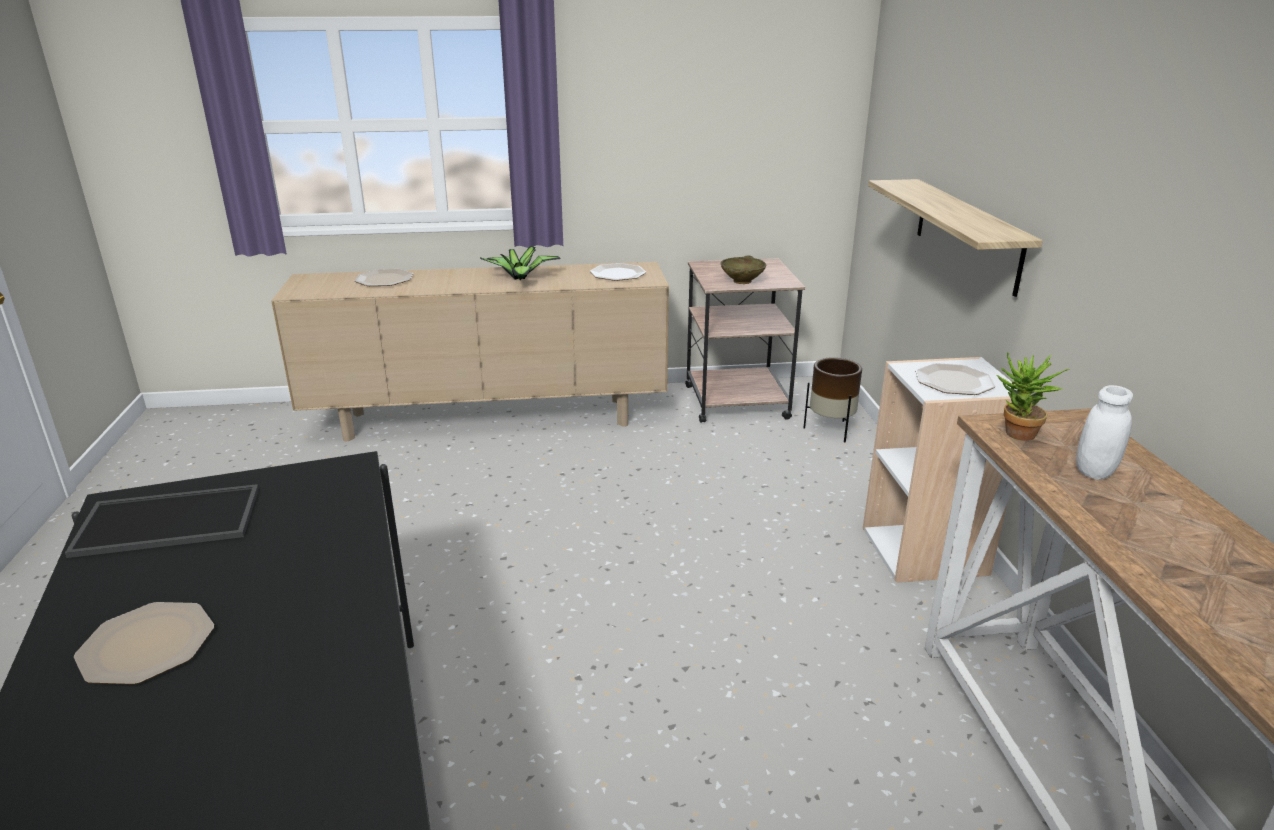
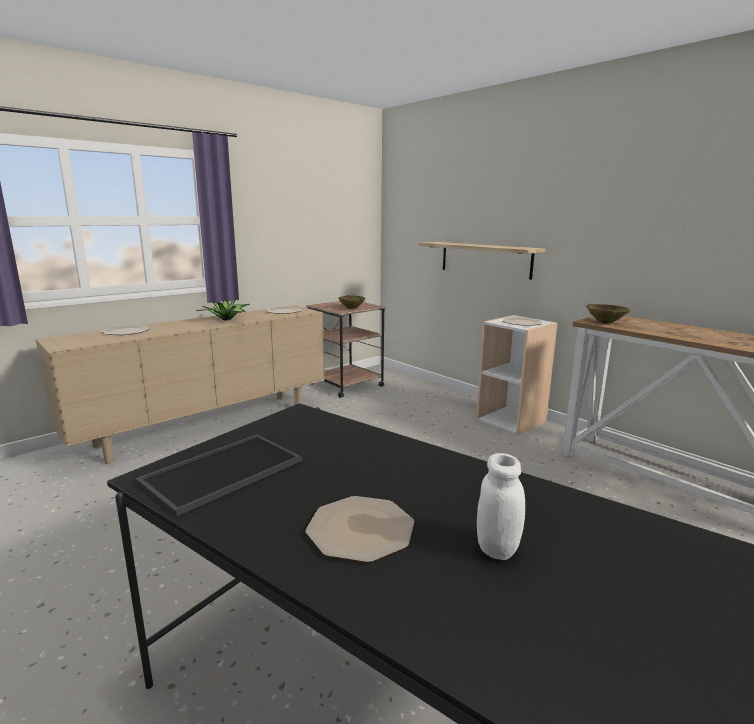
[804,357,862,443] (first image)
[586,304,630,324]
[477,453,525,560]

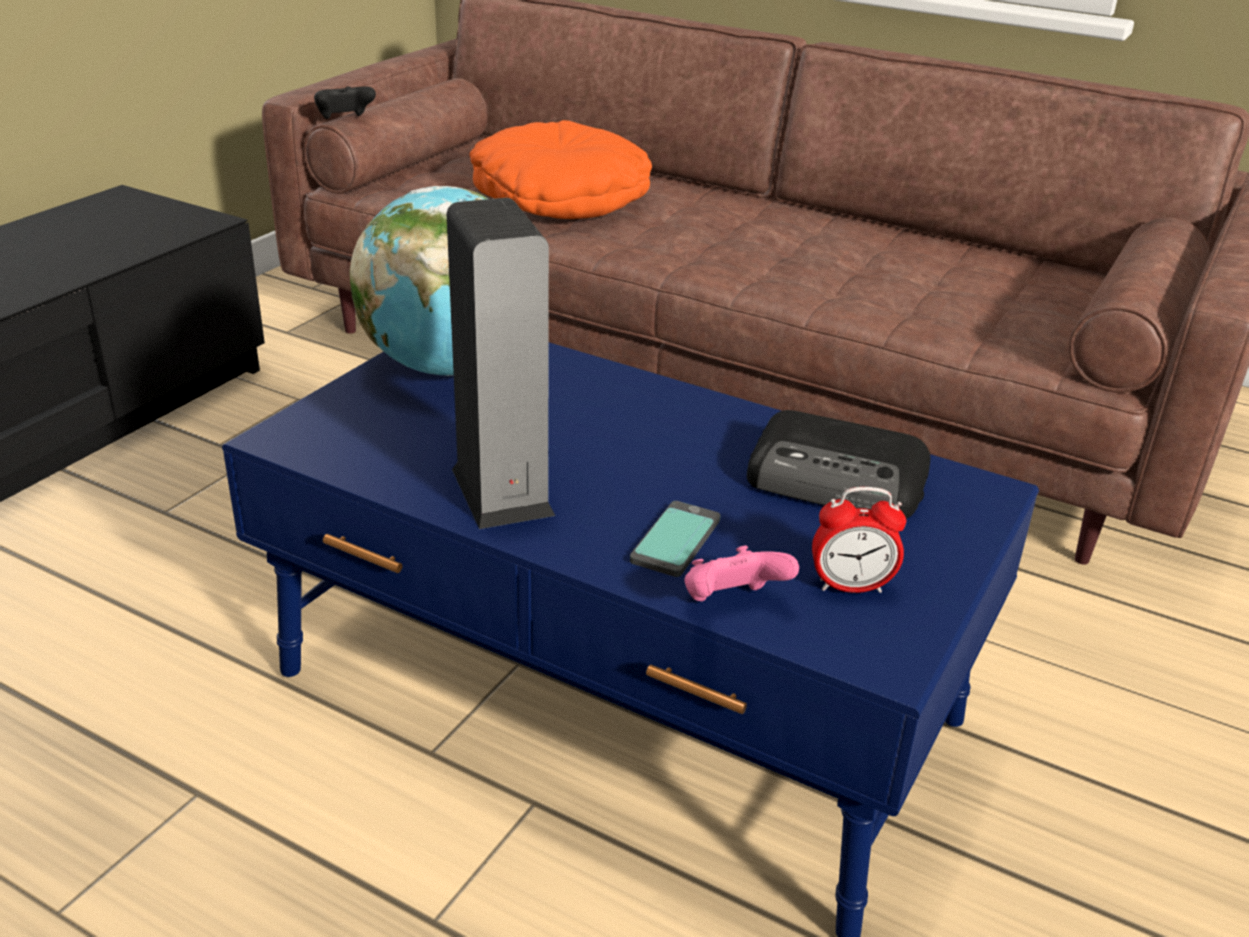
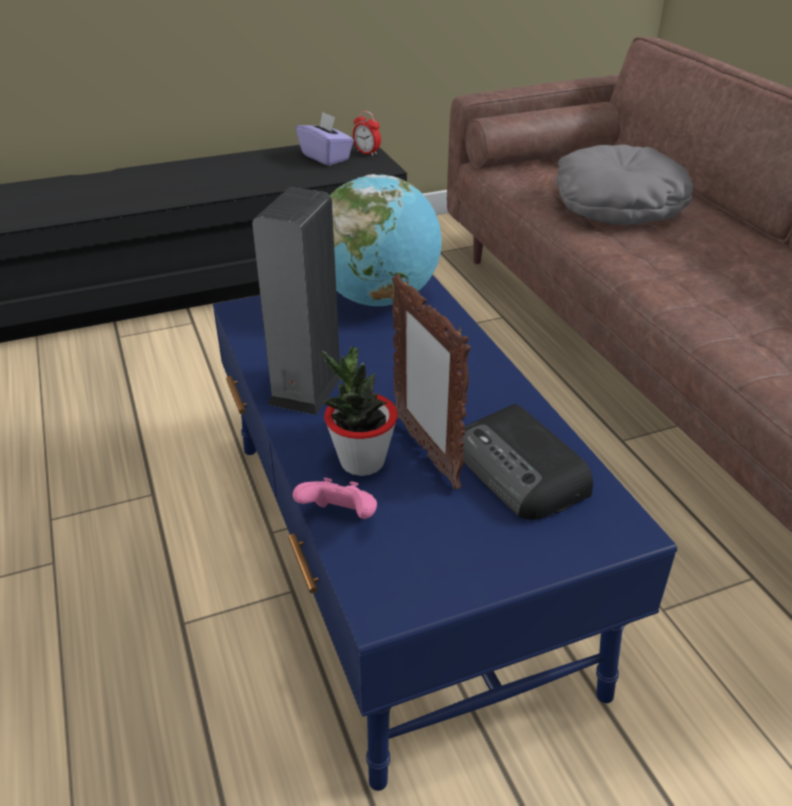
[314,86,376,119] (first image)
[556,144,693,225]
[322,346,398,476]
[353,111,381,156]
[296,112,354,166]
[392,274,471,490]

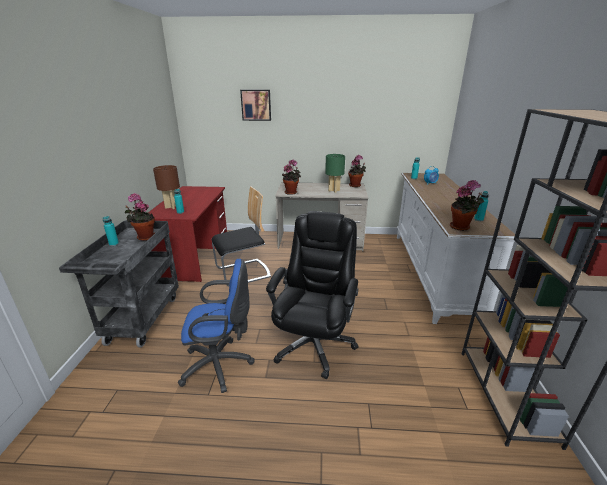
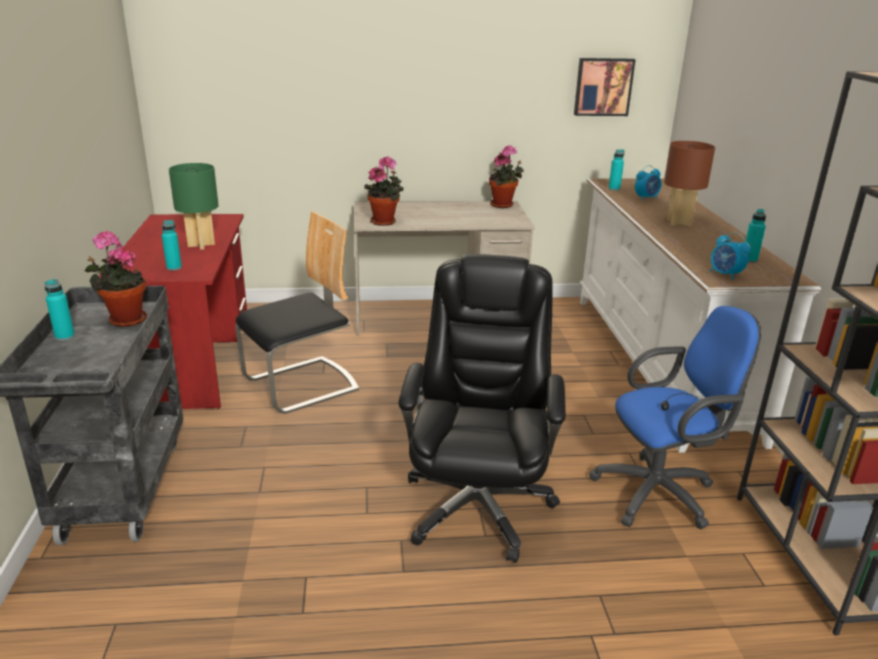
[664,141,715,226]
[589,306,761,529]
[574,58,636,116]
[169,163,219,250]
[710,232,751,280]

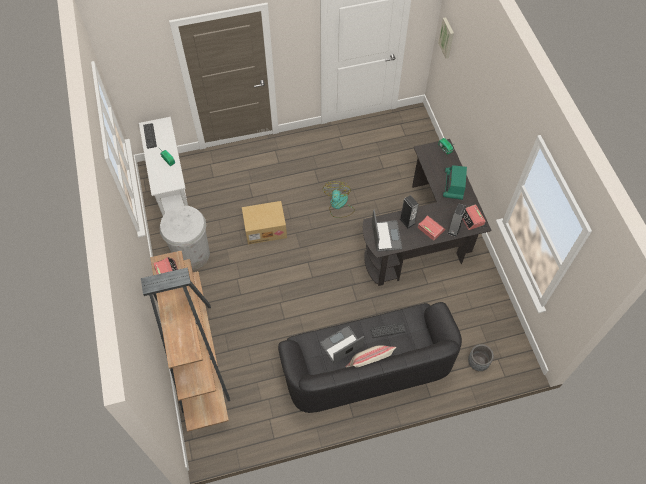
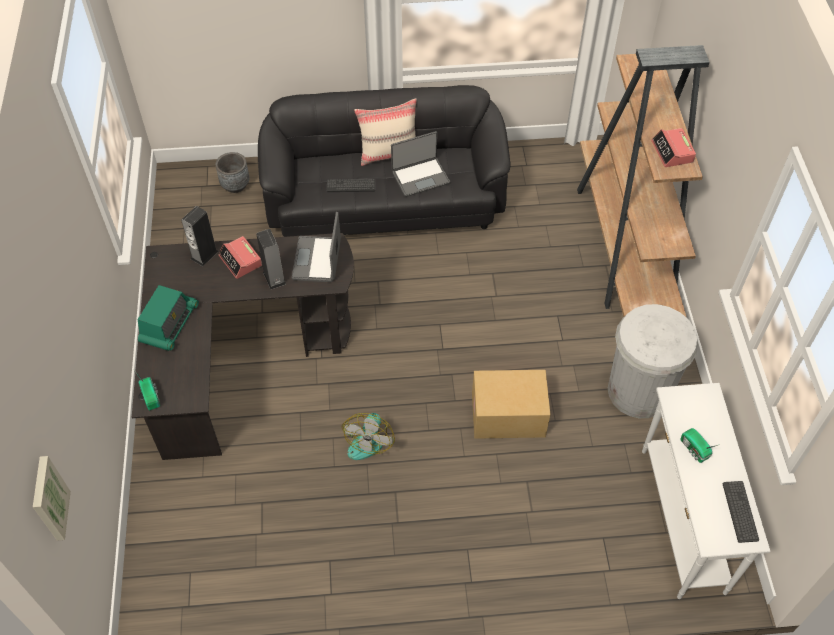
[463,205,486,230] (first image)

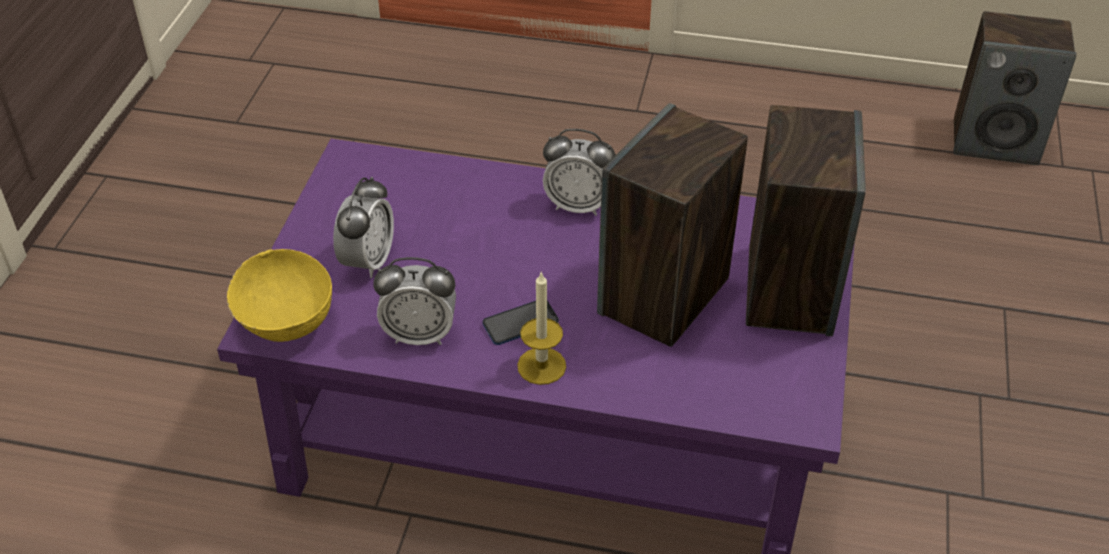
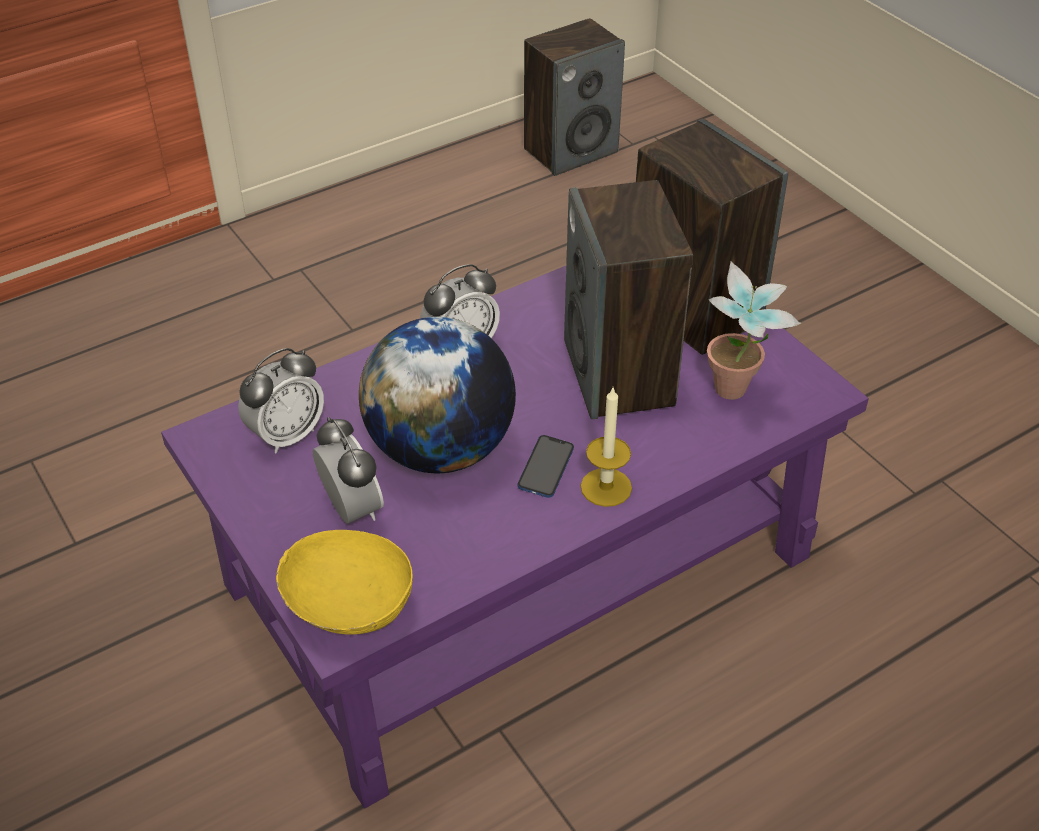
[238,348,324,454]
[359,317,516,473]
[707,262,802,400]

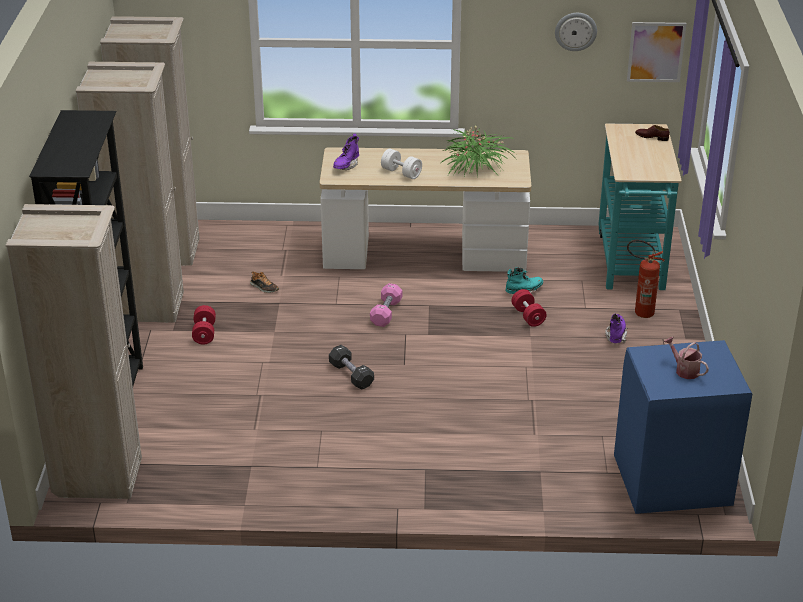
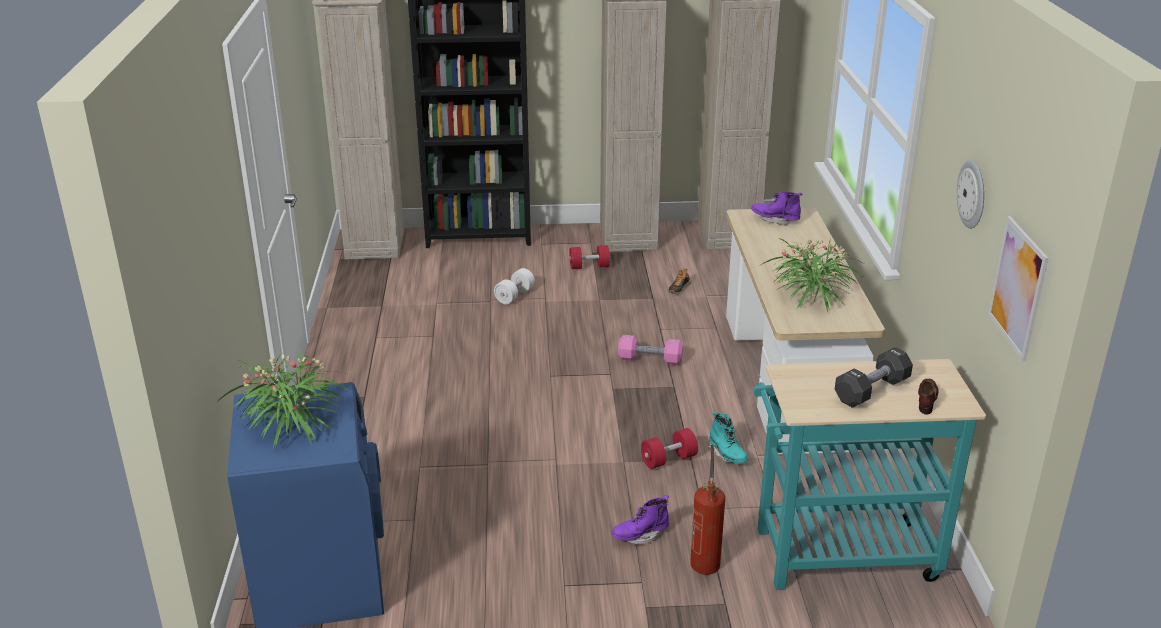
[835,347,913,408]
[494,268,535,304]
[612,495,669,544]
[217,347,349,448]

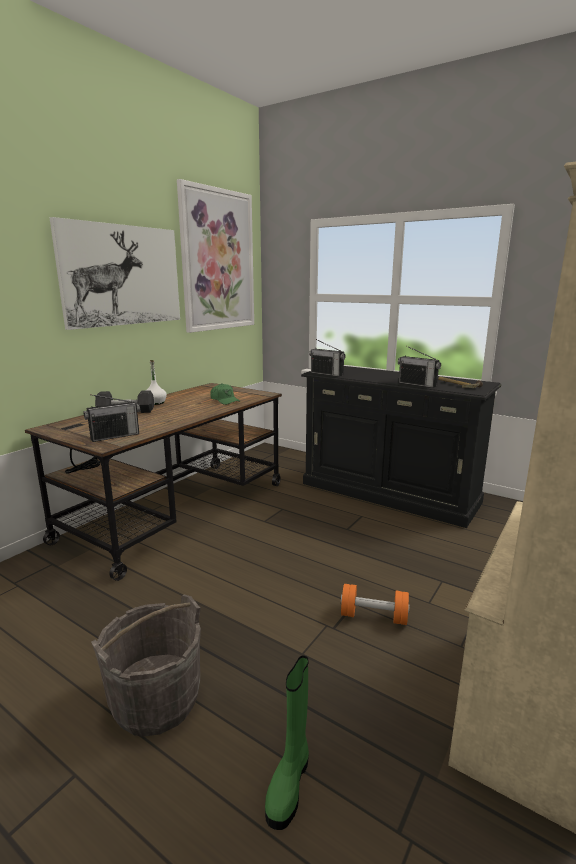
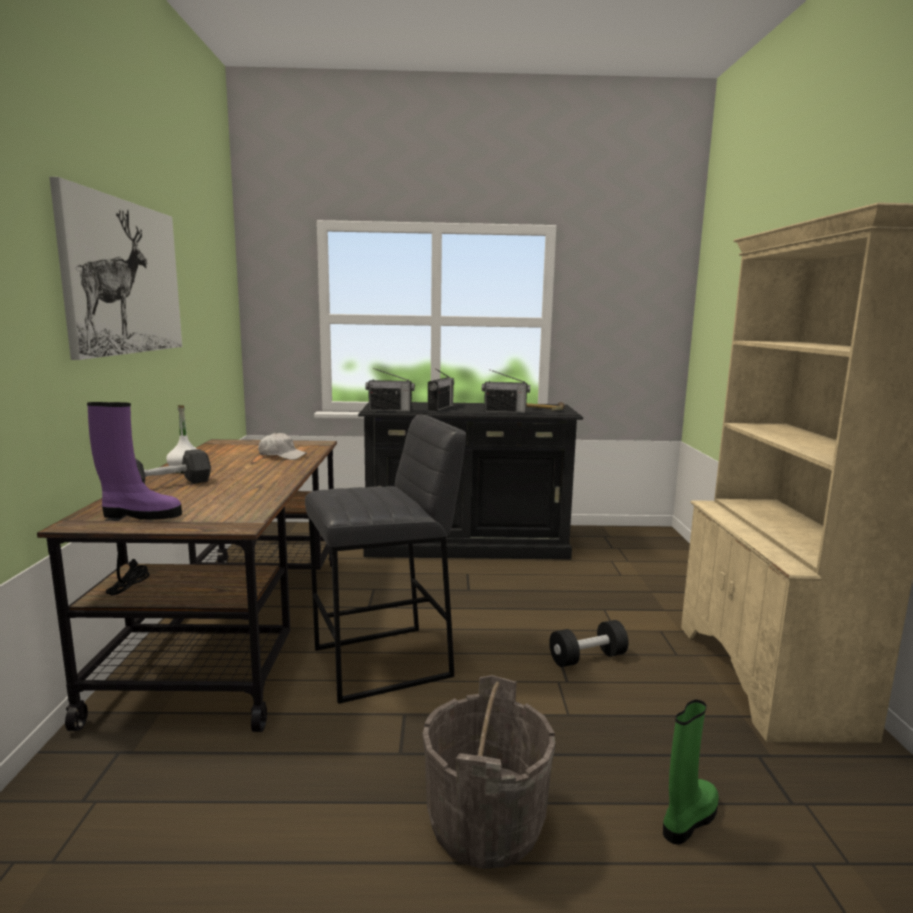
[428,368,454,411]
[177,179,254,333] (first image)
[258,432,307,460]
[663,700,719,845]
[549,620,629,667]
[87,402,182,520]
[305,414,466,704]

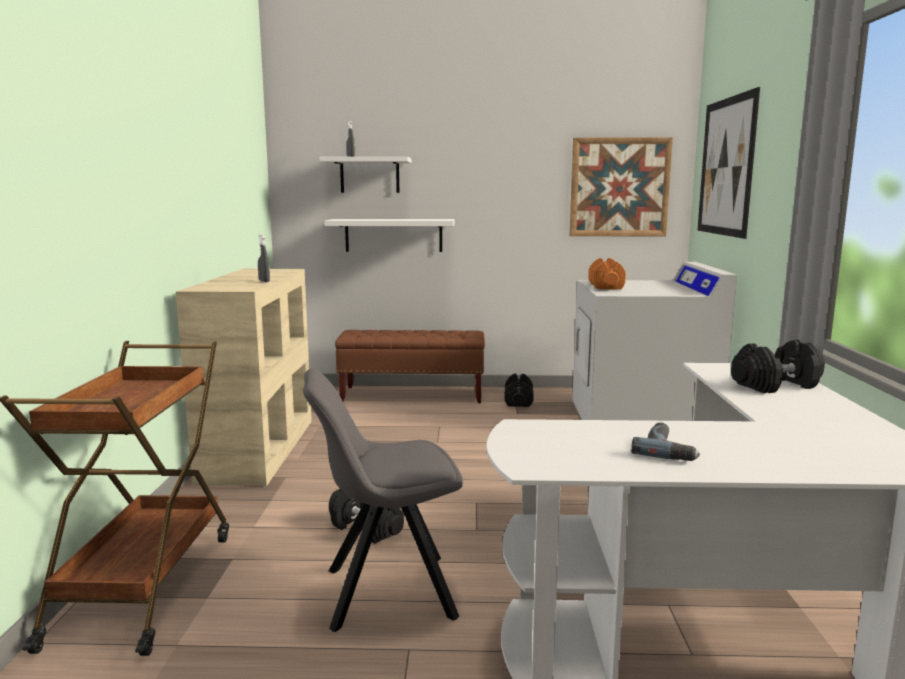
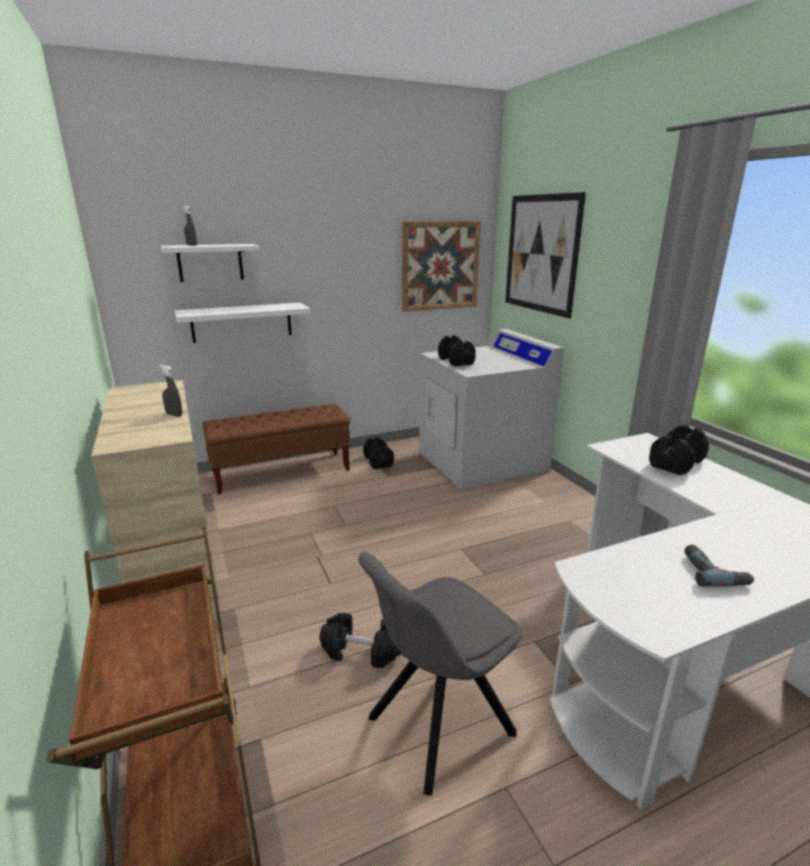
[438,335,476,366]

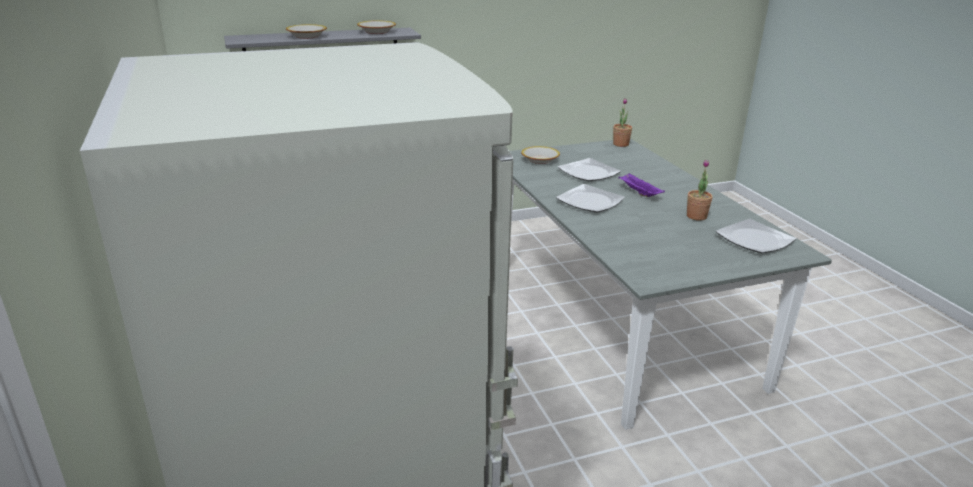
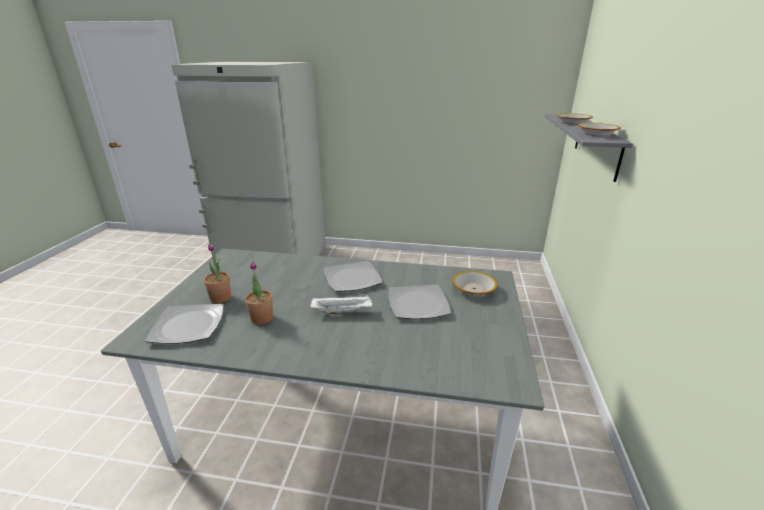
[204,244,231,303]
[310,295,372,314]

